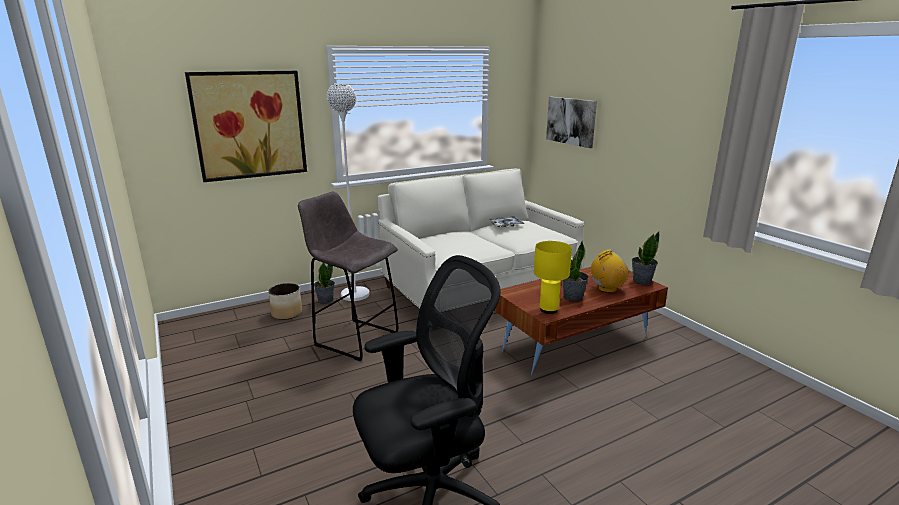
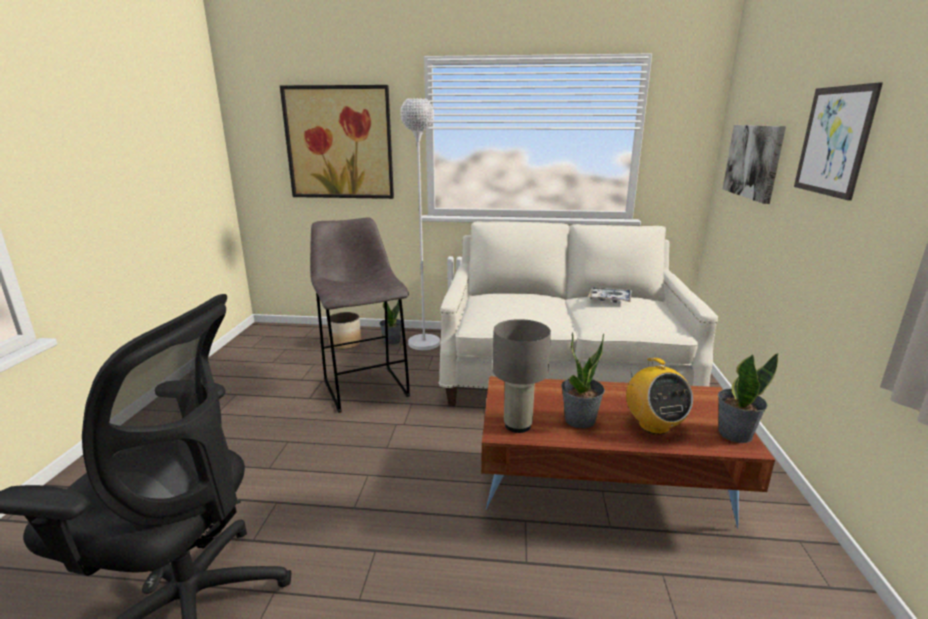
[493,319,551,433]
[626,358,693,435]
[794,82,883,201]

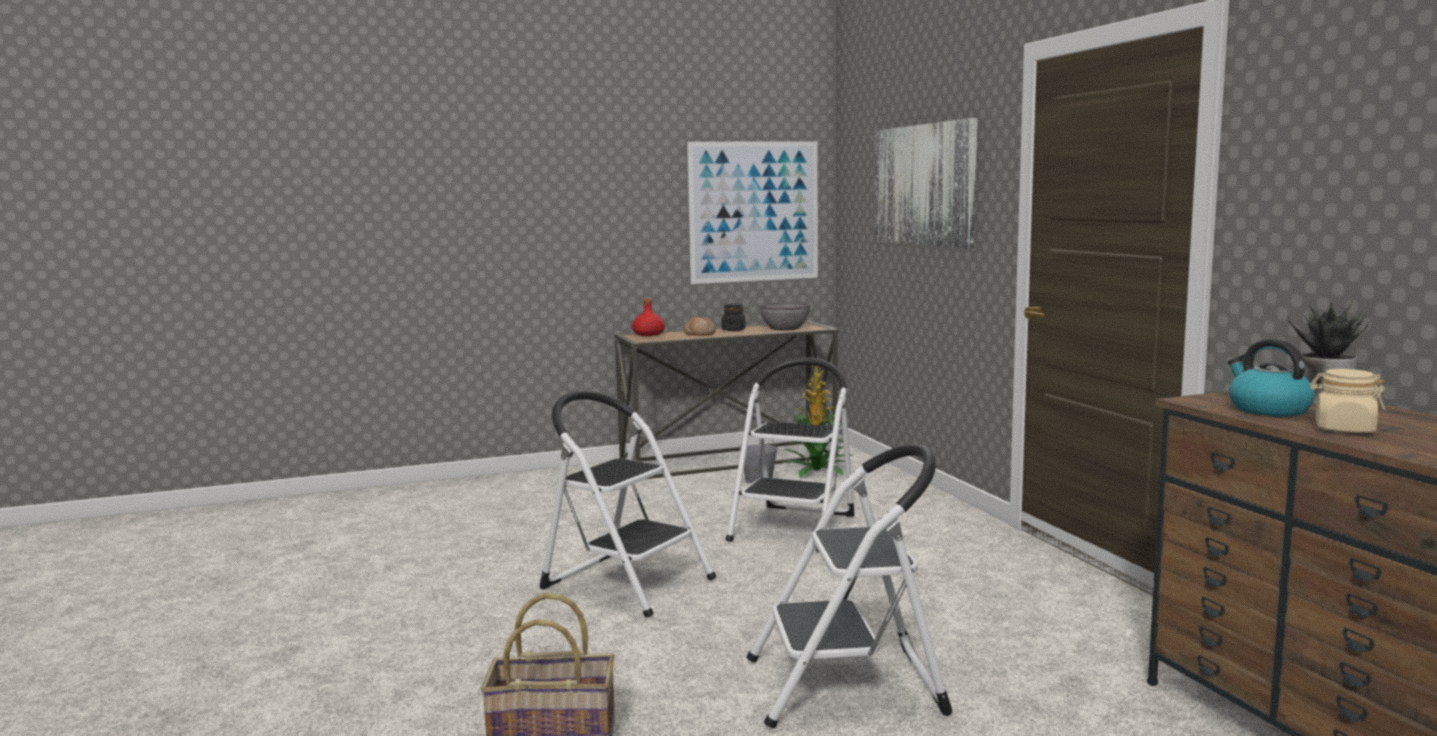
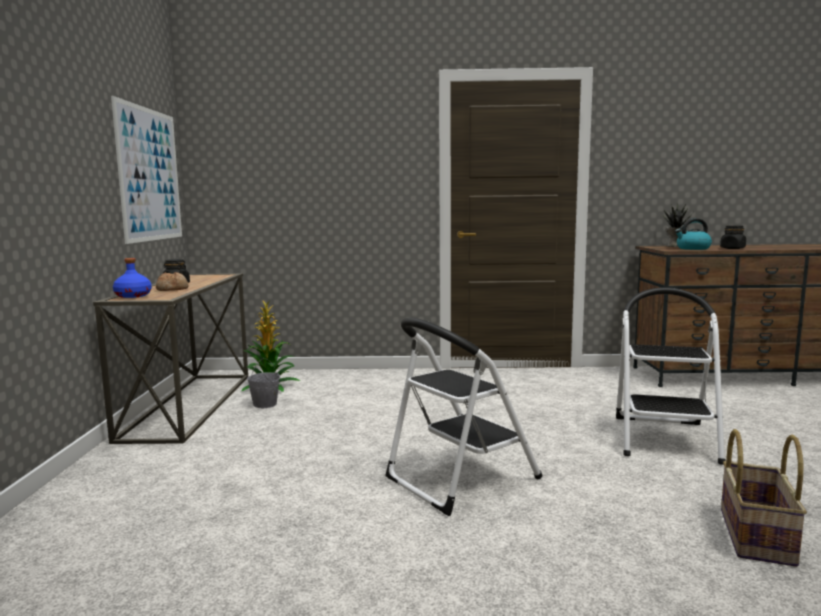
[113,258,152,298]
[726,357,854,552] (first image)
[759,302,811,330] (first image)
[874,118,977,249] (first image)
[720,225,746,249]

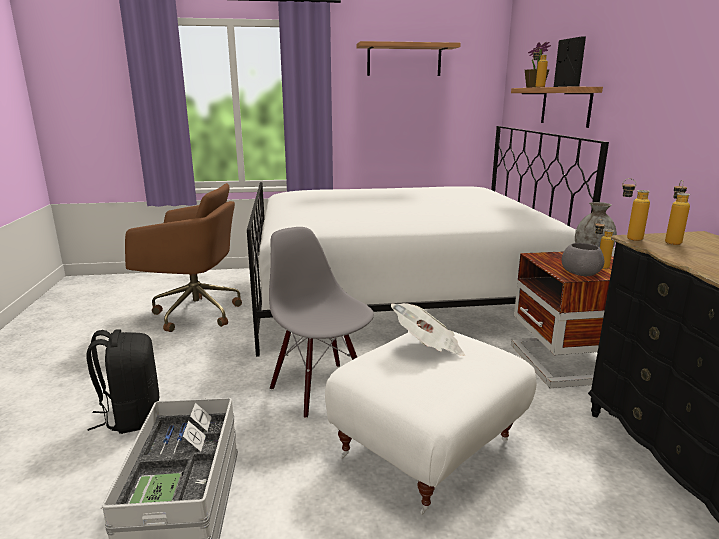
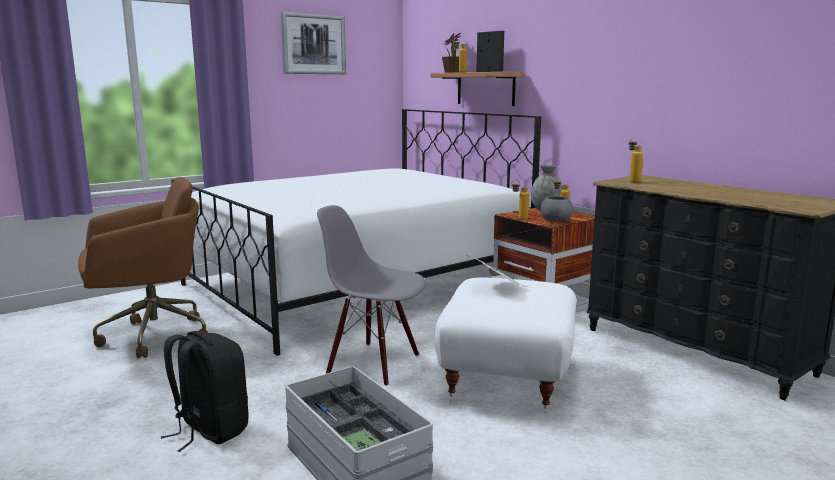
[281,12,346,74]
[512,180,529,219]

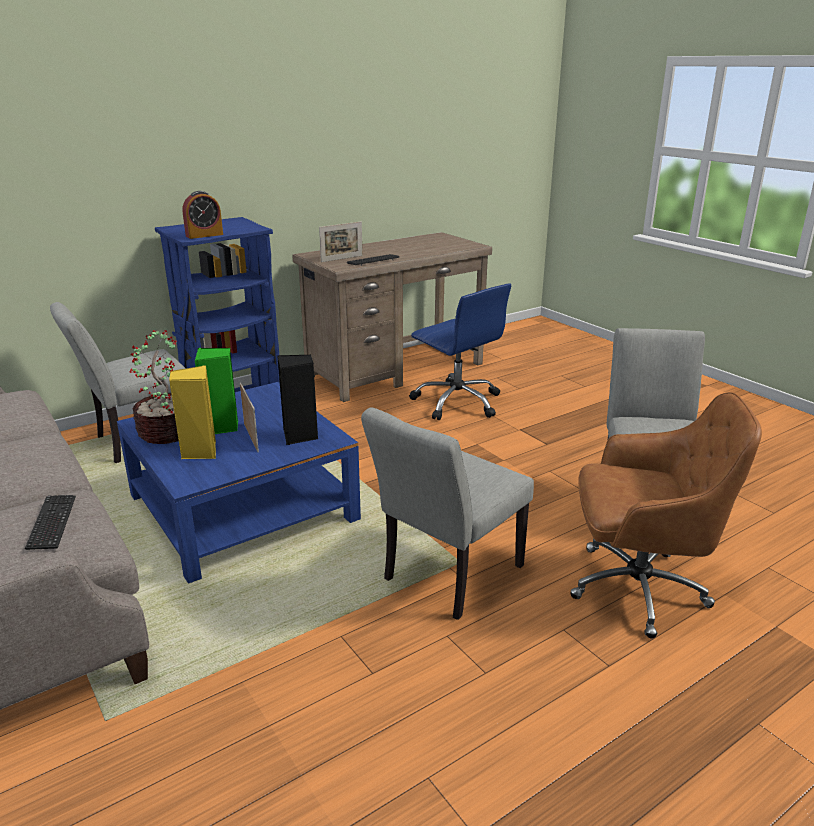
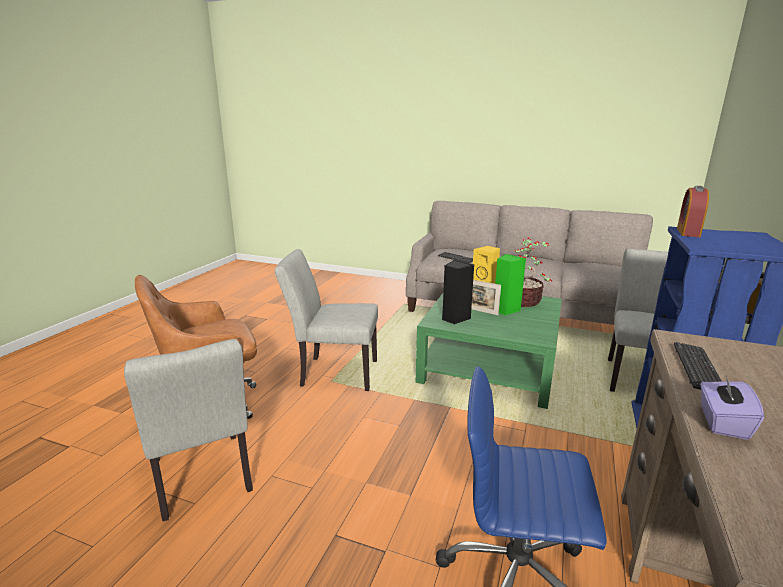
[416,293,562,409]
[319,222,363,262] (first image)
[274,249,378,391]
[700,376,764,440]

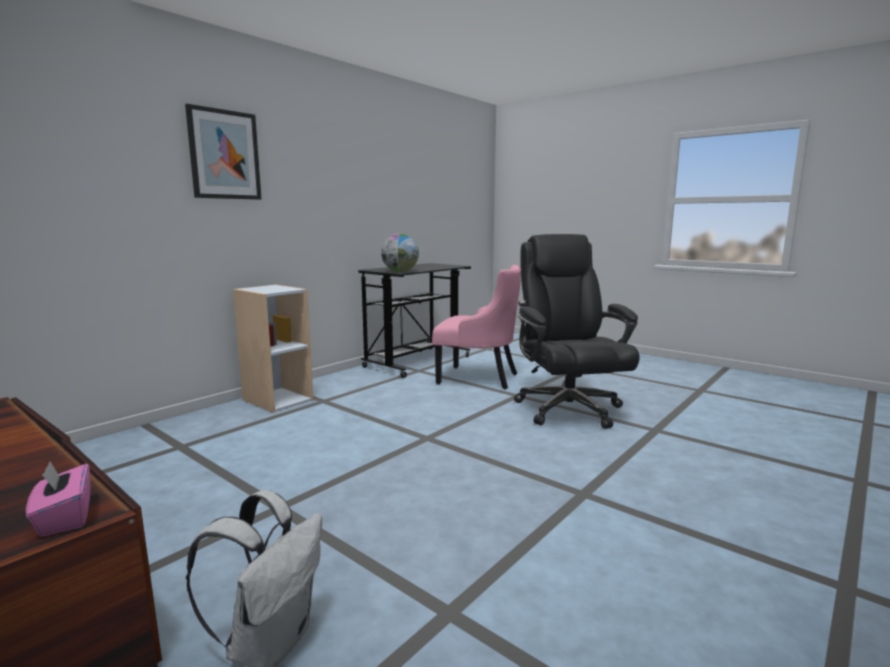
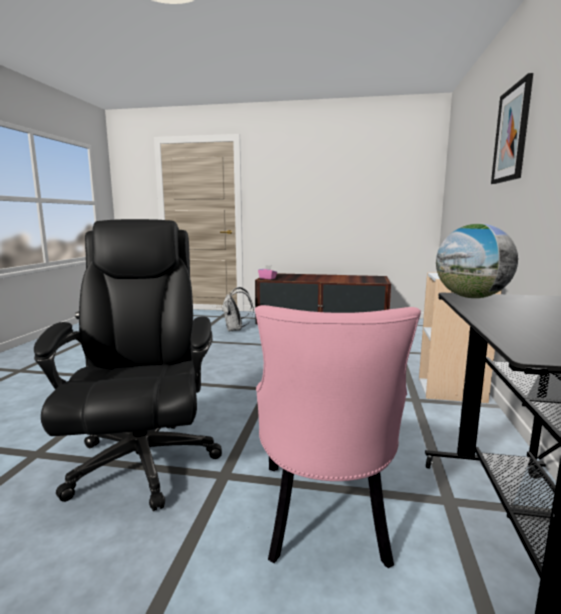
[255,305,421,568]
[34,219,222,511]

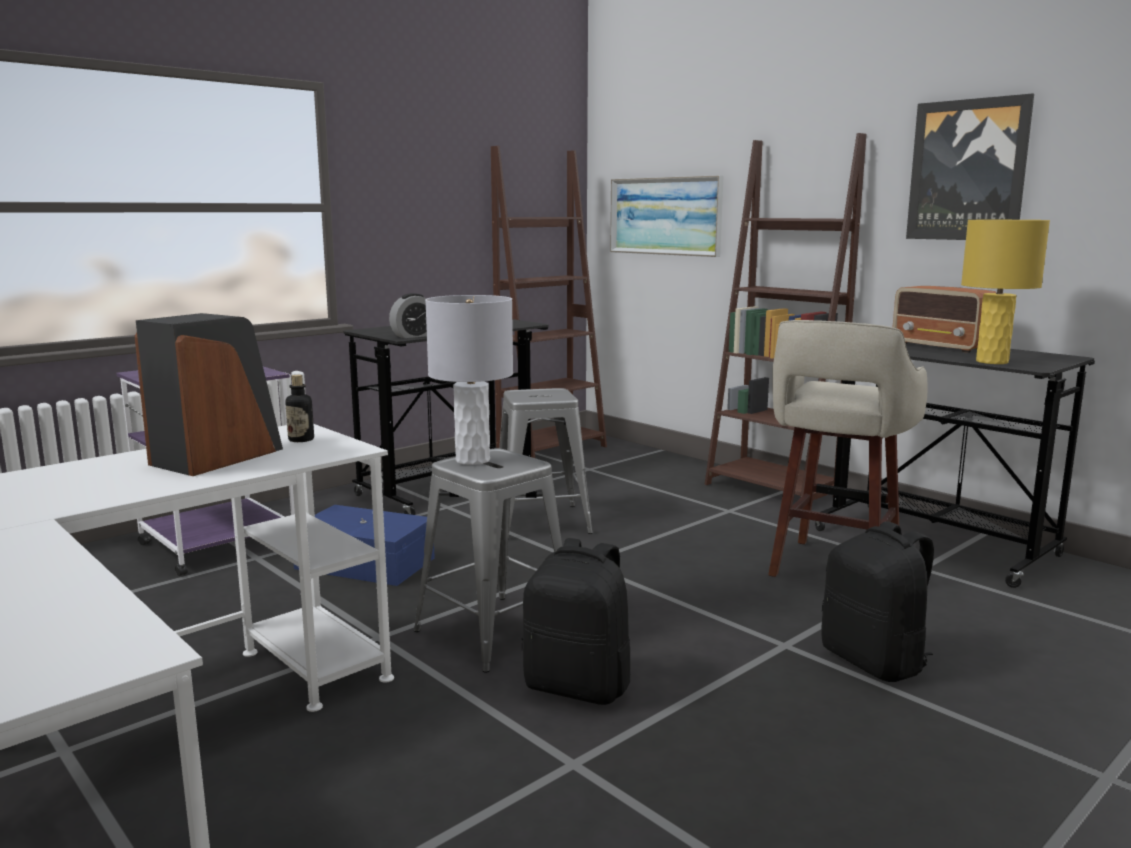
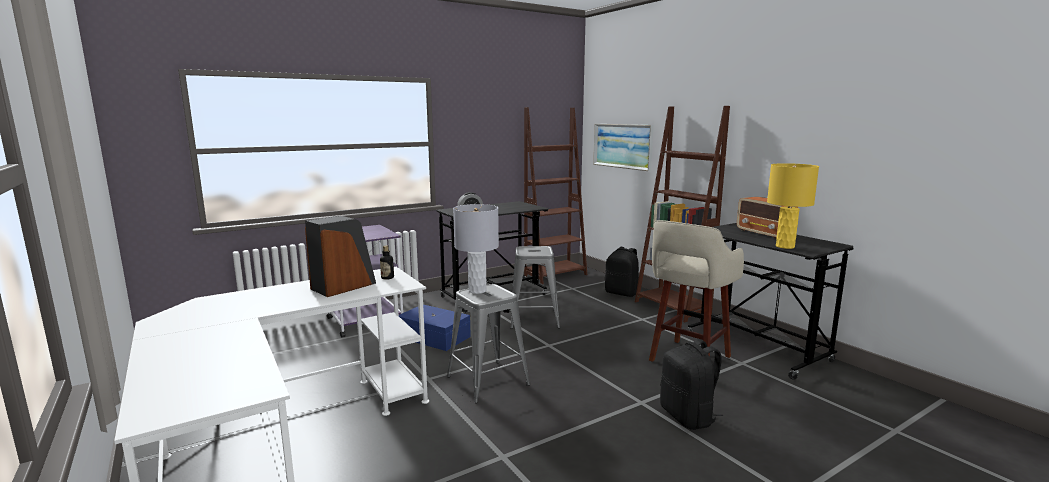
[605,247,639,297]
[906,93,1034,240] (first image)

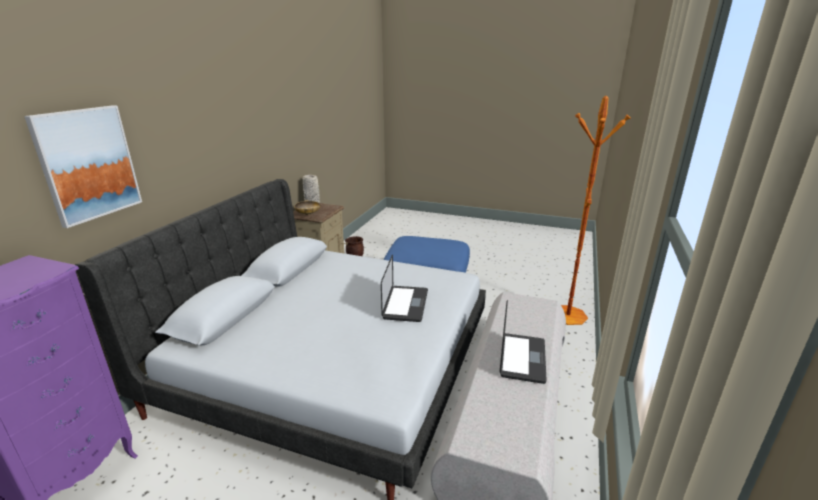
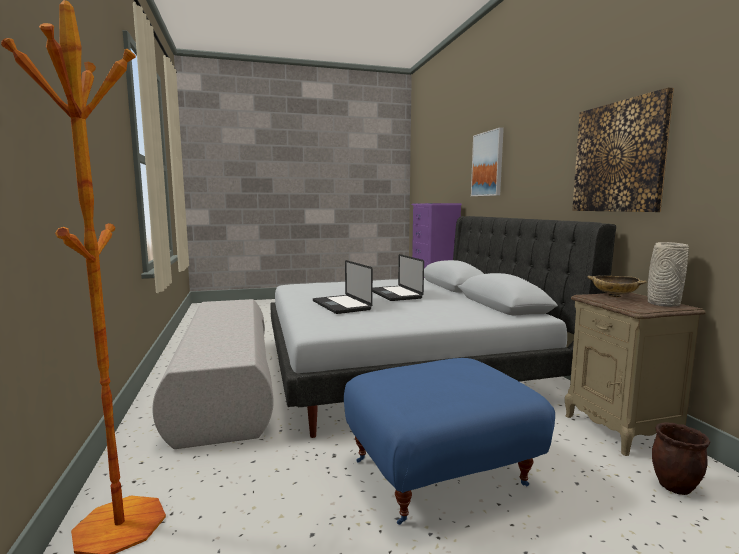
[373,254,424,301]
[572,87,674,212]

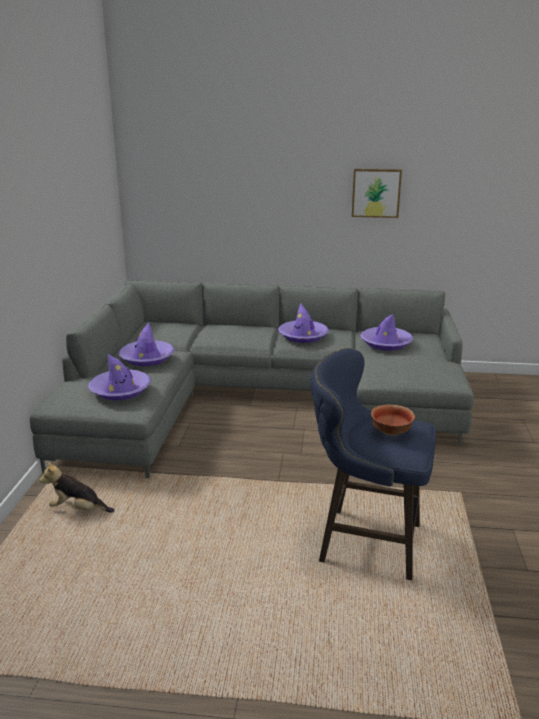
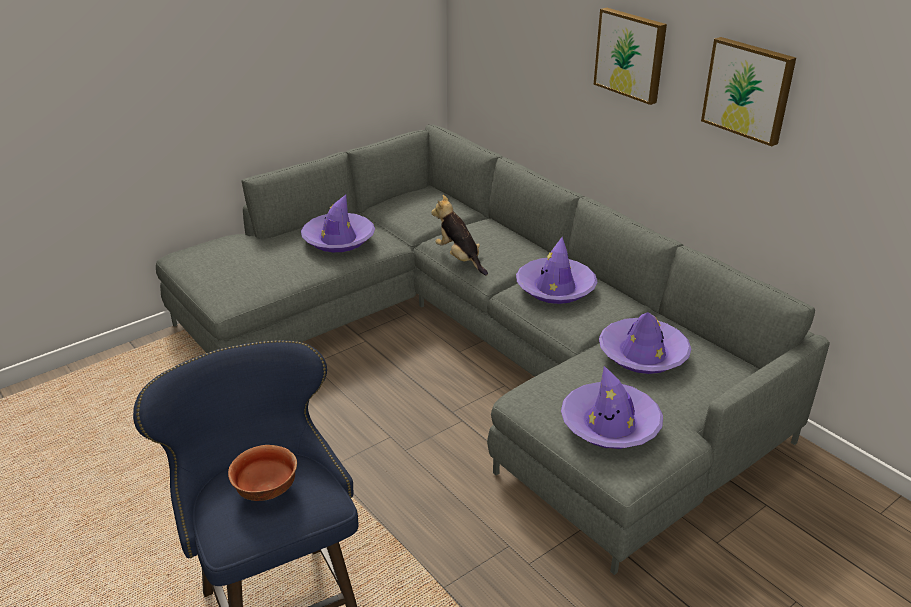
[431,195,488,275]
[561,366,663,449]
[594,8,667,105]

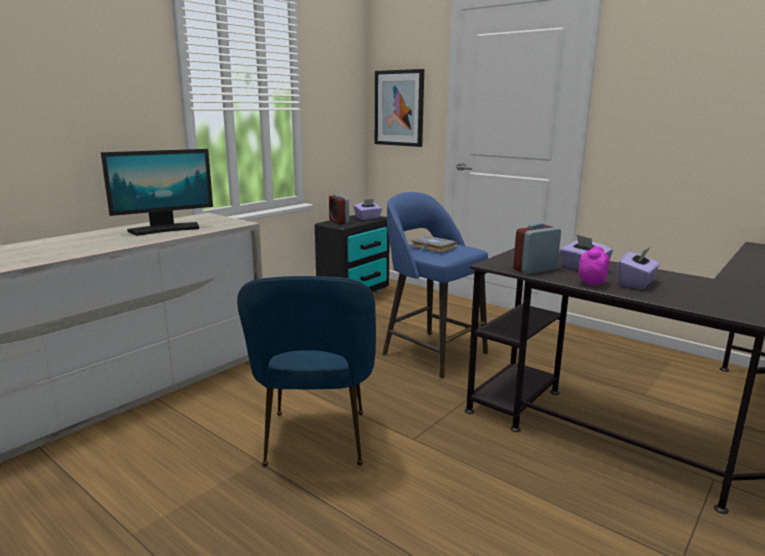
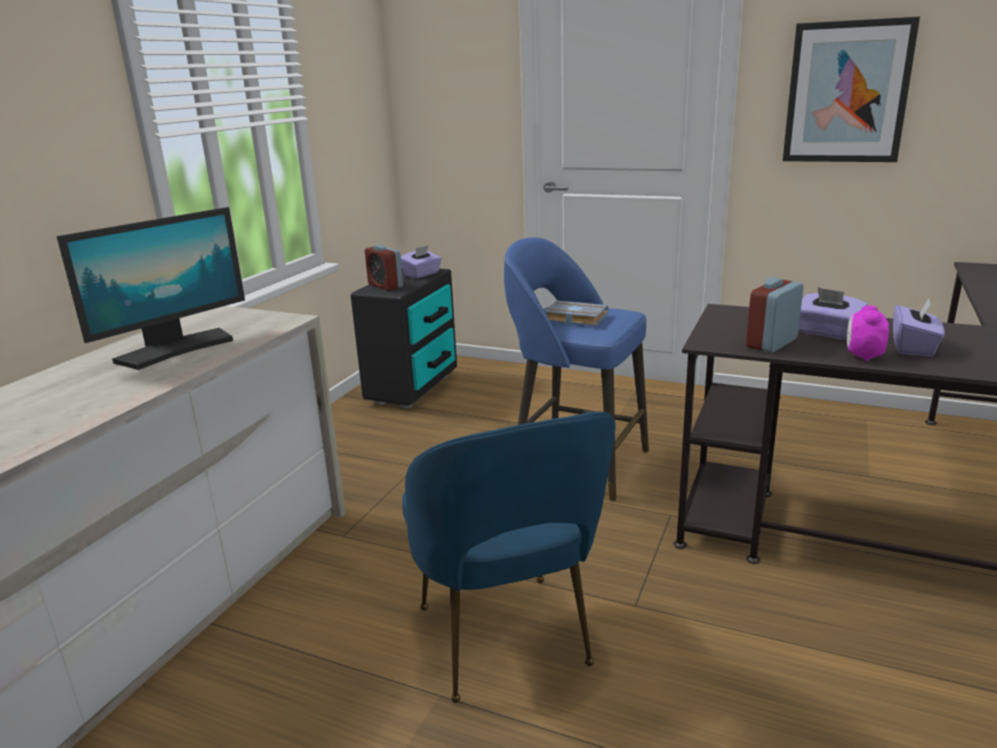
[783,17,920,162]

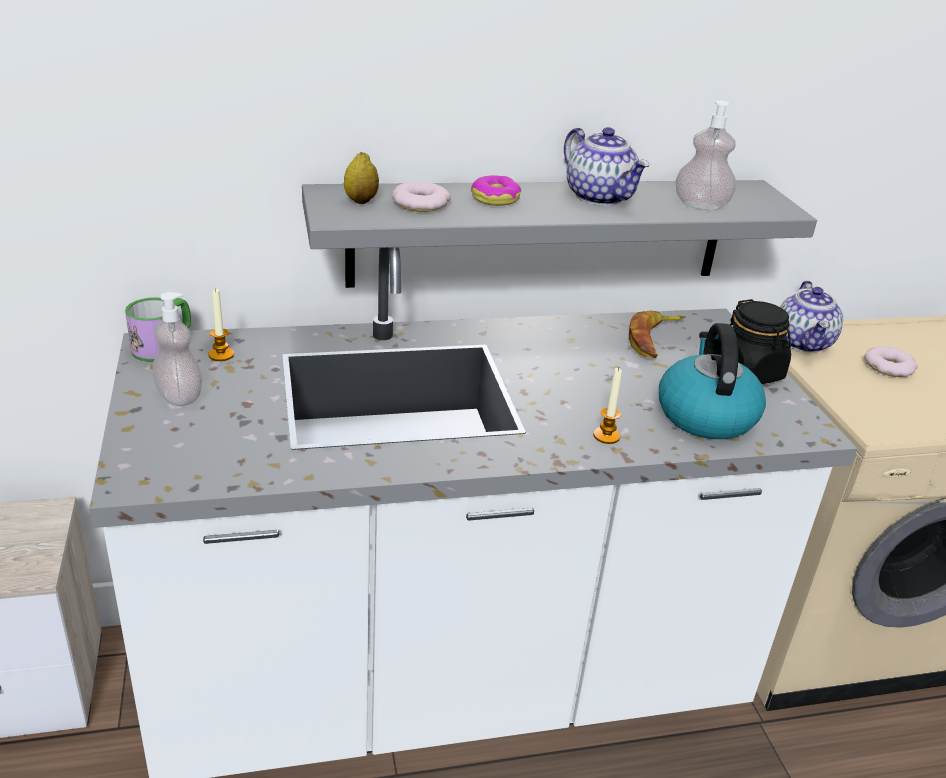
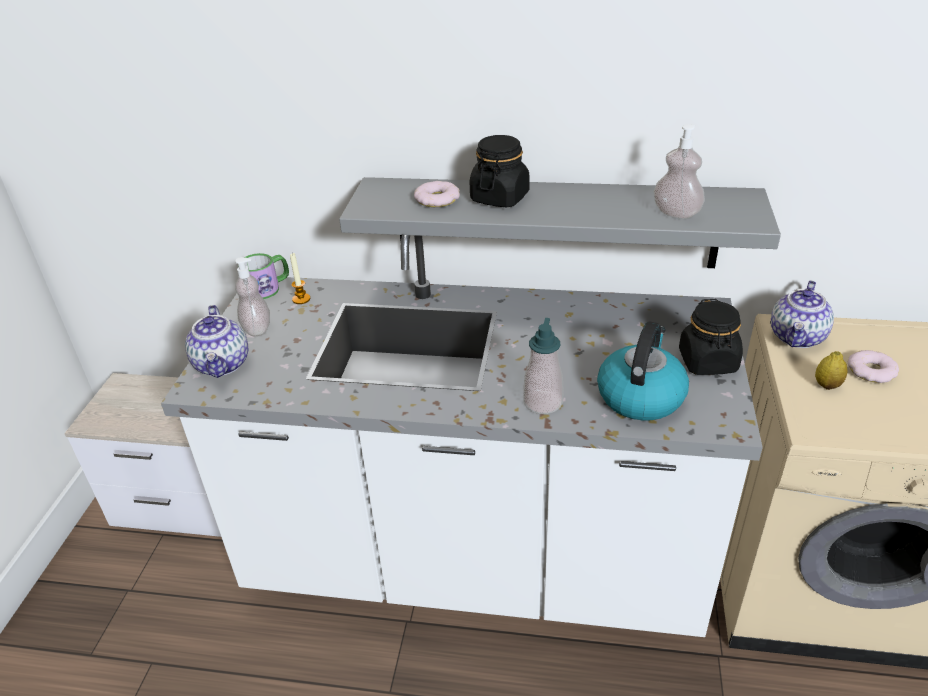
[815,351,847,390]
[470,135,529,207]
[185,305,248,378]
[523,318,564,414]
[629,311,686,358] (first image)

